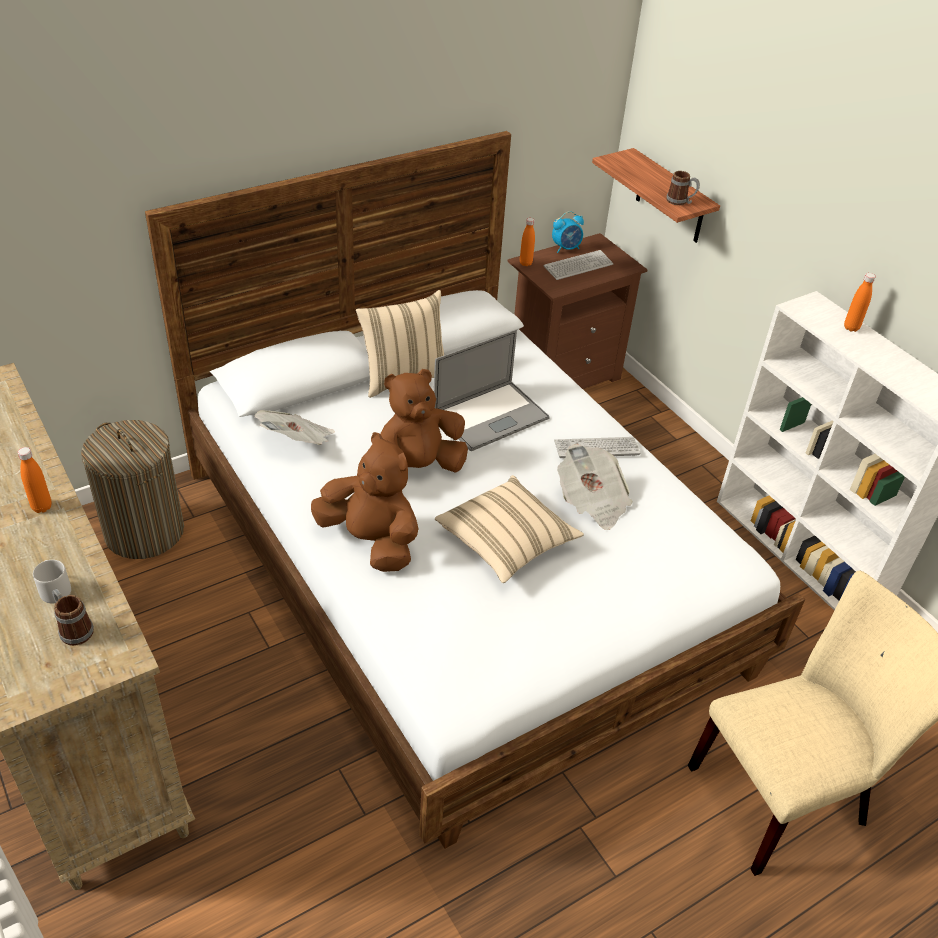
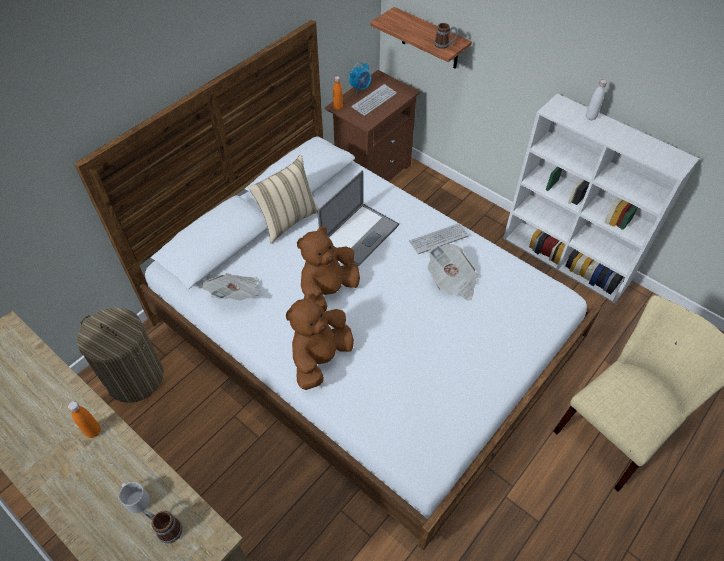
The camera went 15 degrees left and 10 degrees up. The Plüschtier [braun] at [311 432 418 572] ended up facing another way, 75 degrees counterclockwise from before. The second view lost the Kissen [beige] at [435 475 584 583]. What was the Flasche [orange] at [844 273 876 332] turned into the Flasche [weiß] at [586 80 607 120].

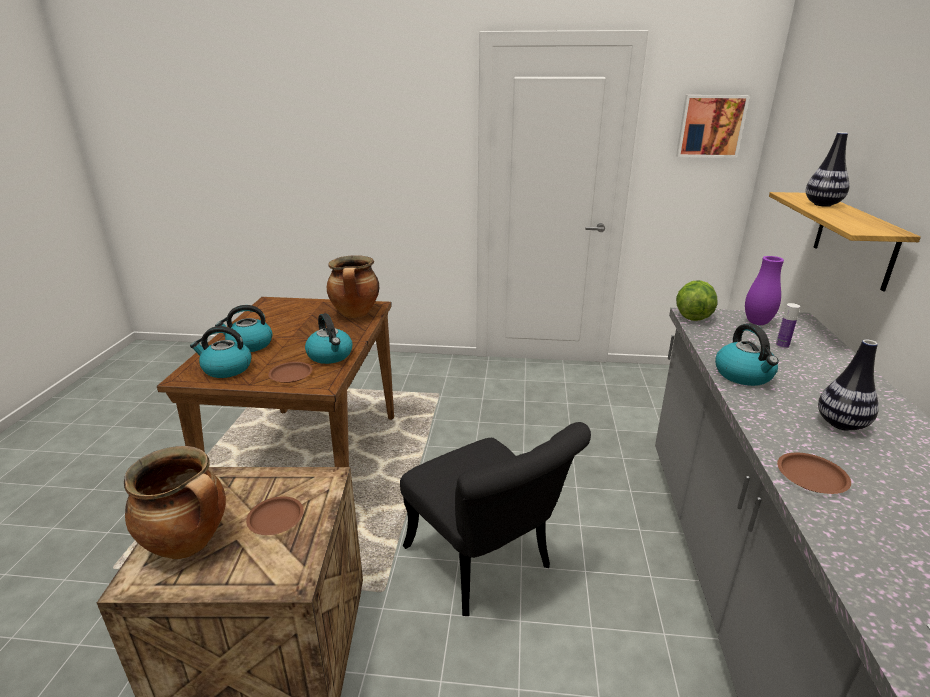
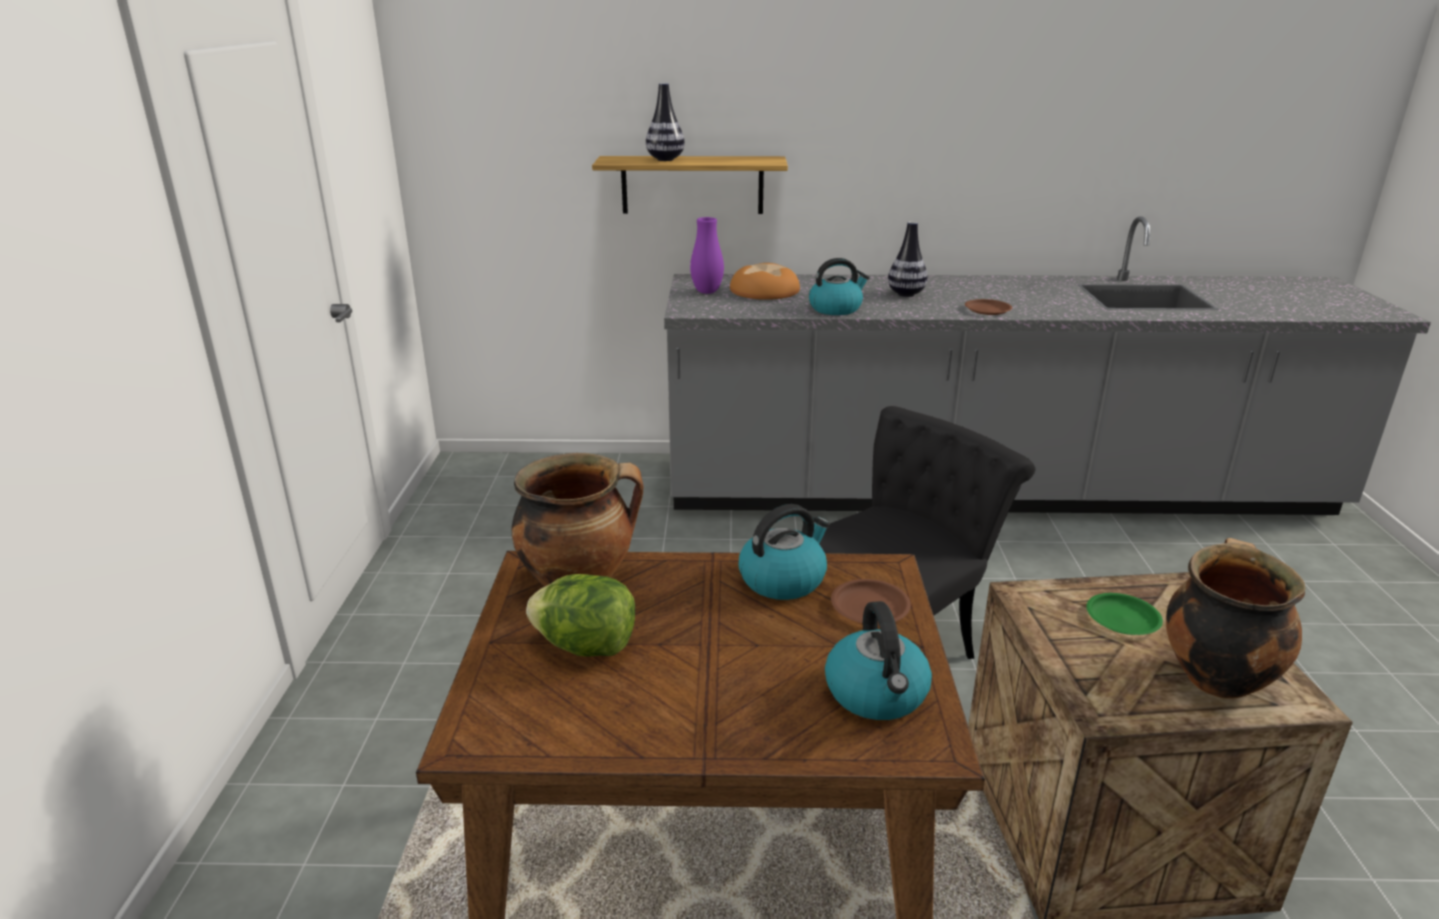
The camera went 95 degrees left and 0 degrees up. The second view lost the Wasserkessel at [215 305 272 352]. What was the Teller [braun] at [246 496 304 535] turned into the Teller [grün] at [1086 593 1163 635]. The second view lost the Bild at [676 95 750 158]. The Salatkopf ended up elsewhere, having gone from [676 280 717 321] to [526 574 635 657]. Where the Flasche stood at [776 303 800 349], the Brot came to stand at [730 263 800 300].

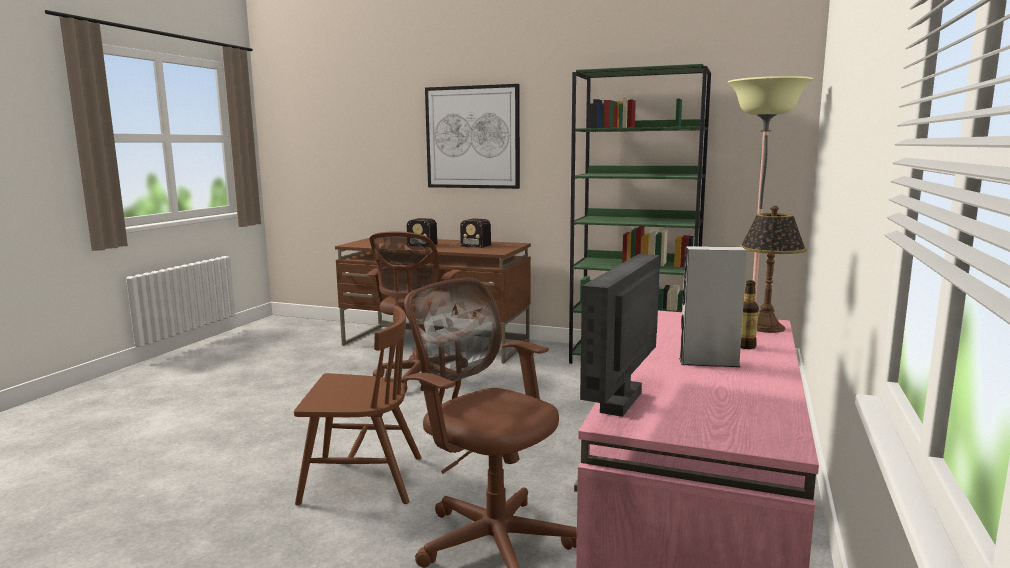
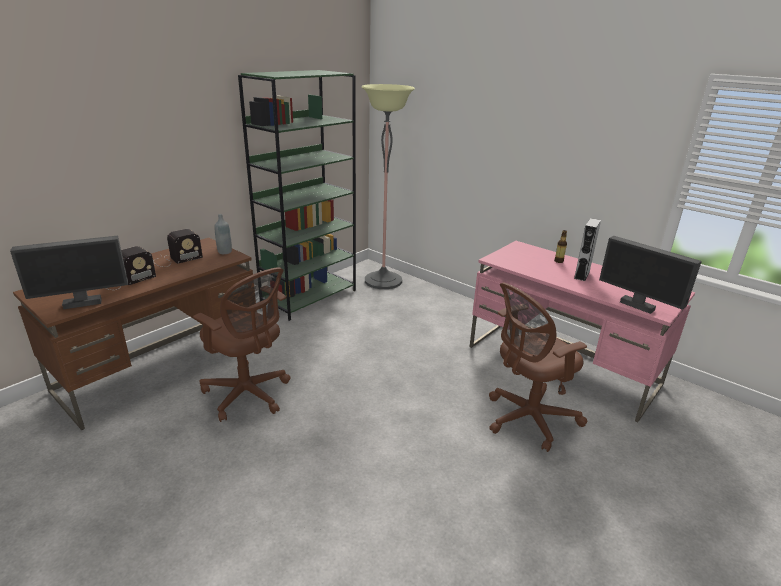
The camera went 70 degrees left and 15 degrees up. The second view lost the Stuhl [braun] at [294 306 421 506]. The second view lost the Bild at [425 84 520 189]. The second view lost the Tischlampe at [739 206 807 333]. The second view gained the Monitor at [10 236 128 309]. The second view gained the Flasche [grau] at [215 214 232 254].

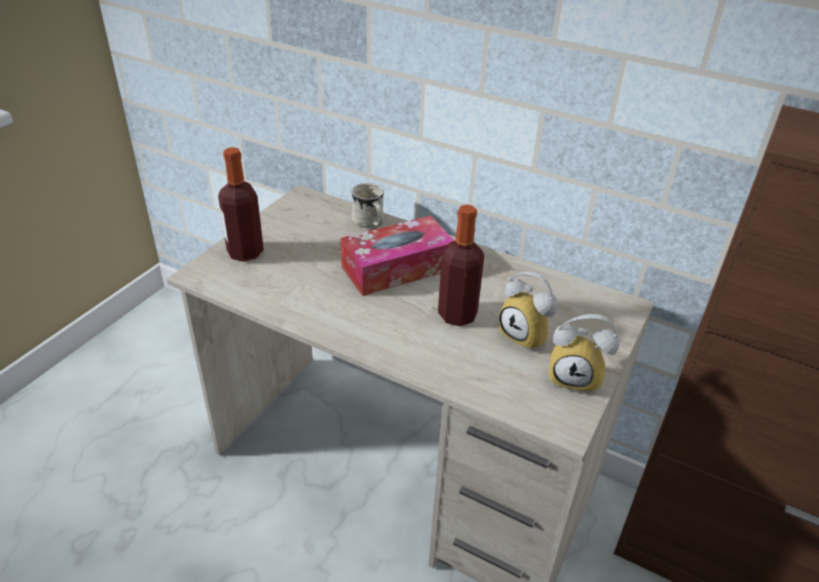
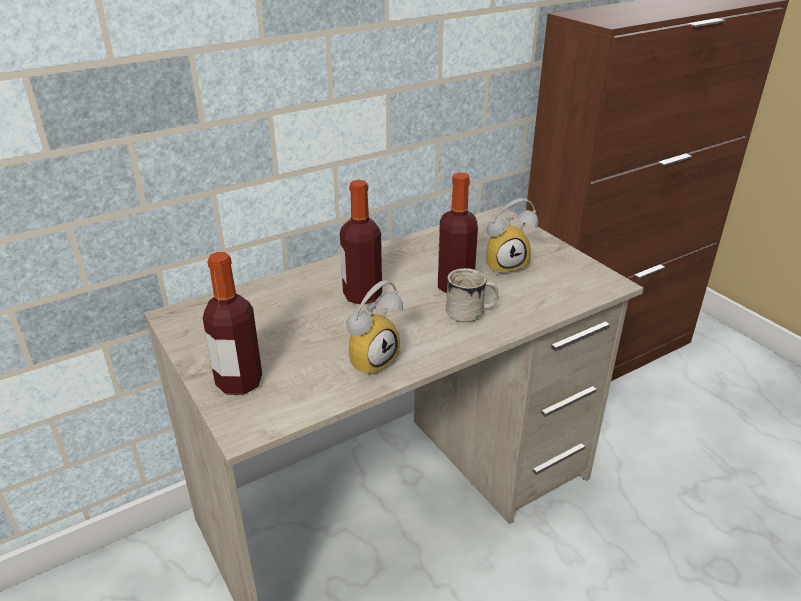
The camera went 60 degrees left and 5 degrees down. Where the Taschentuchbox stood at [340 216 455 296], the Flasche came to stand at [340 180 382 304]. The Henkelbecher [weiß] ended up elsewhere, having gone from [351 183 384 228] to [446 268 499 322]. The Wecker ended up elsewhere, having gone from [548 314 620 394] to [342 280 403 377].

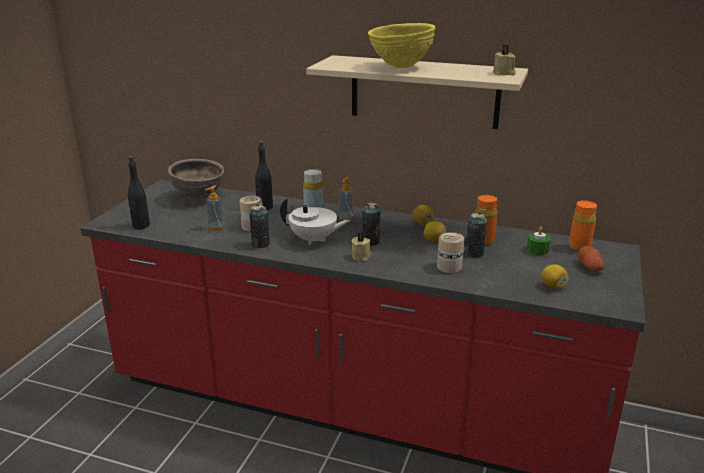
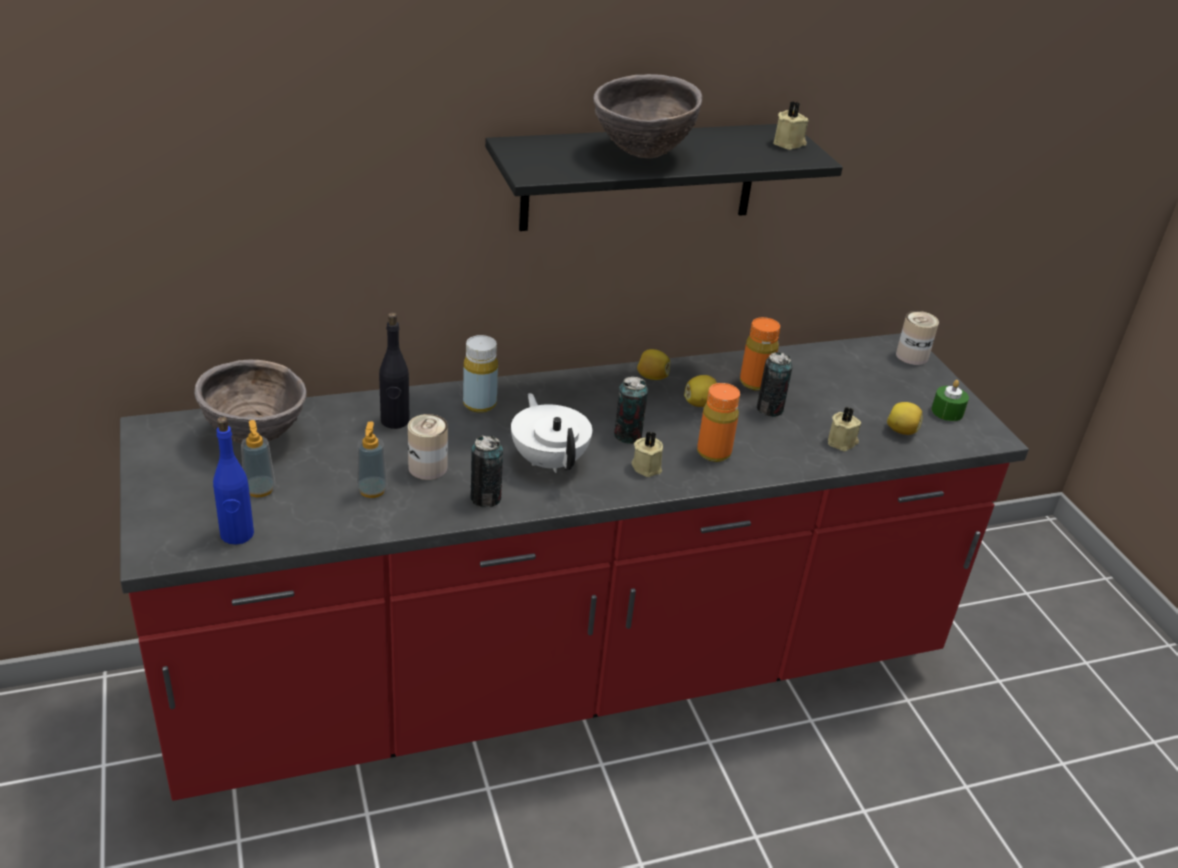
The camera went 40 degrees left and 10 degrees up. What was the Flasche [schwarz] at [128 156 150 229] turned into the Flasche [blau] at [213 416 254 544]. The Teekanne [weiß] at [280 198 350 246] ended up facing another way, 90 degrees counterclockwise from before. What was the Wandregal [beige] at [306 55 528 129] turned into the Wandregal [schwarz] at [485 124 843 231]. The Seifenspender ended up elsewhere, having gone from [338 177 354 220] to [241 420 275 497]. What was the Schüssel [gelb] at [368 23 435 68] turned into the Schüssel [braun] at [593 74 703 159]. The Dose ended up elsewhere, having gone from [437 232 464 273] to [896 311 939 365]. The Kerze [grün] ended up elsewhere, having gone from [527 227 551 255] to [931 380 969 421]. The Flasche [orange] ended up elsewhere, having gone from [569 201 597 251] to [697 383 740 462]. The second view lost the Kartoffel at [578 246 605 271]. The second view gained the Kerze [beige] at [828 407 861 451].

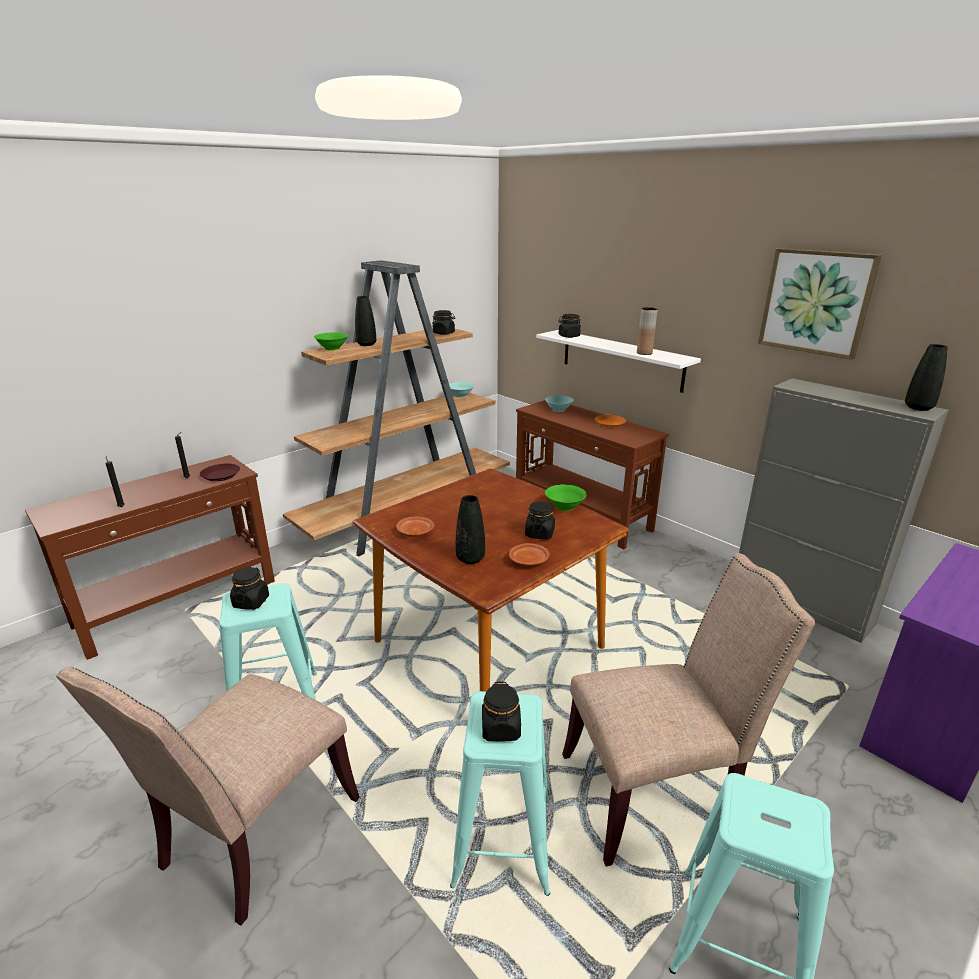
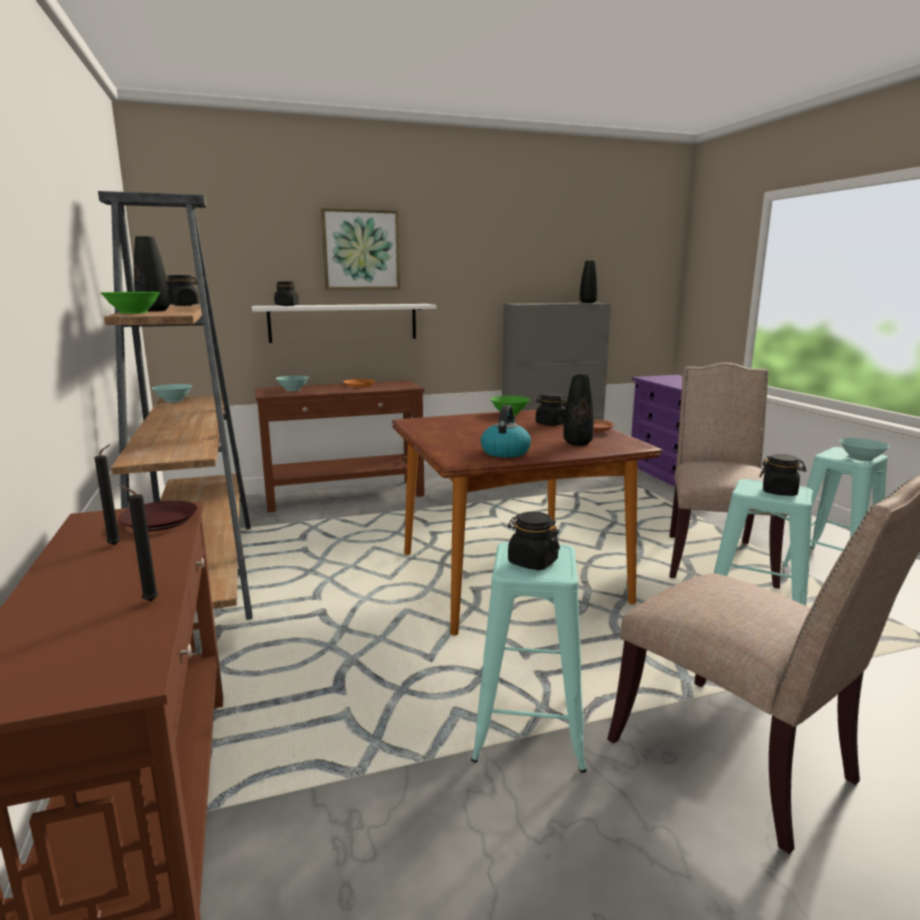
The camera went 65 degrees left and 10 degrees down. Where the Teller [braun] stood at [396 516 434 537], the Wasserkessel came to stand at [481 405 531 457]. The second view lost the Vase [braun] at [637 307 658 355]. The Bild ended up elsewhere, having gone from [758 248 882 360] to [321 208 400 290]. The second view gained the Schüssel [türkis] at [839 438 890 461].

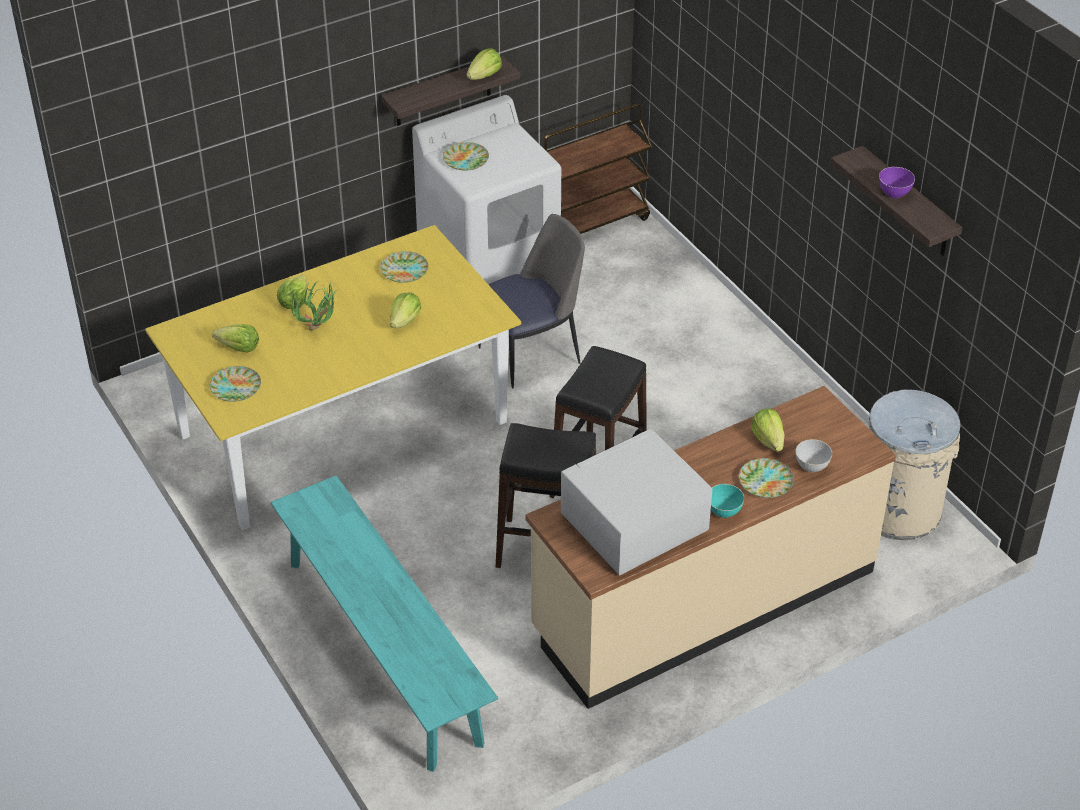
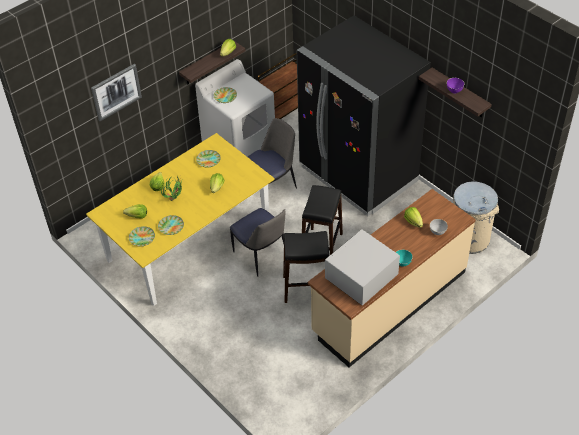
The camera went 10 degrees left and 5 degrees up. The second view lost the Bank [türkis] at [271 476 498 772]. The Teller ended up elsewhere, having gone from [739 458 794 498] to [158 215 184 235]. The second view gained the Bild at [91 64 142 121]. The second view gained the Stuhl at [230 208 286 277]. The second view gained the Kühlschrank [schwarz] at [297 15 431 216].

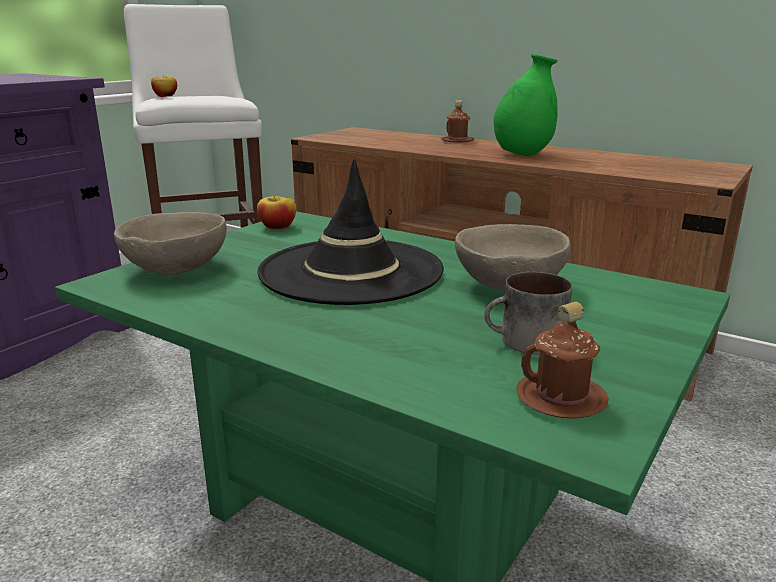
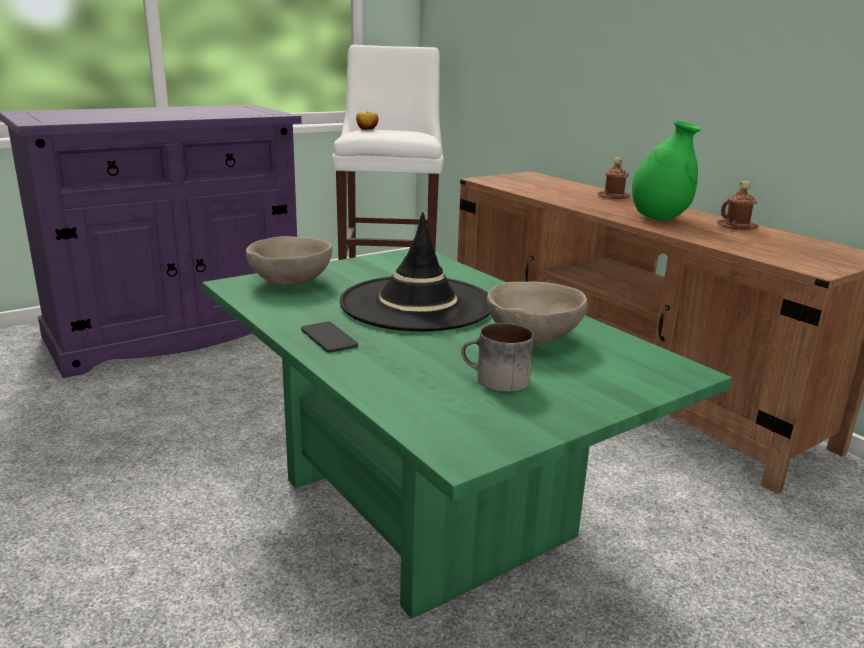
The camera went 20 degrees right and 0 degrees up. The second view lost the Apfel at [257 196 296 230]. The Henkelbecher [braun] ended up elsewhere, having gone from [516 302 609 419] to [717 181 759 230]. The second view gained the Handy at [301 322 358 353].

